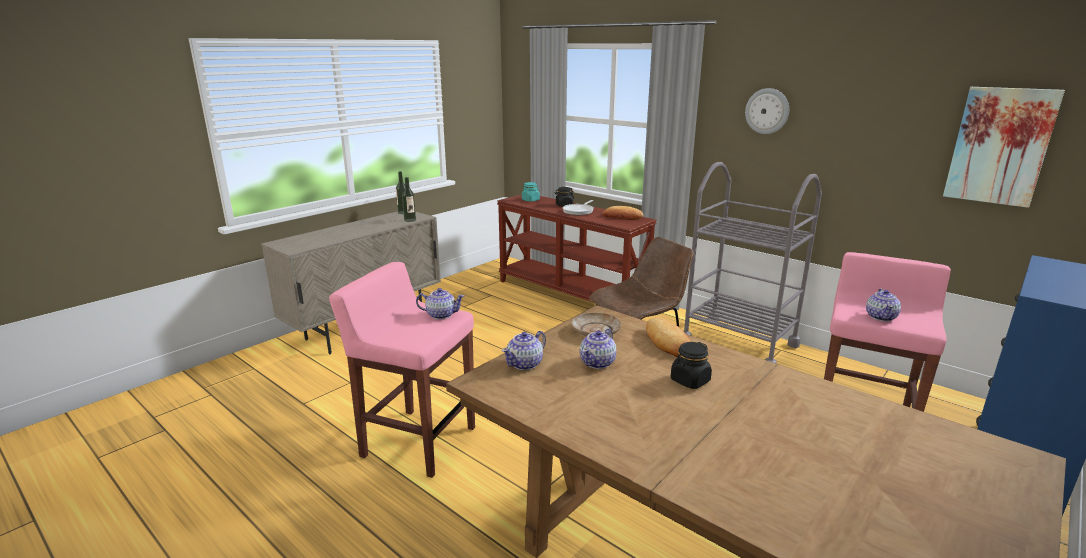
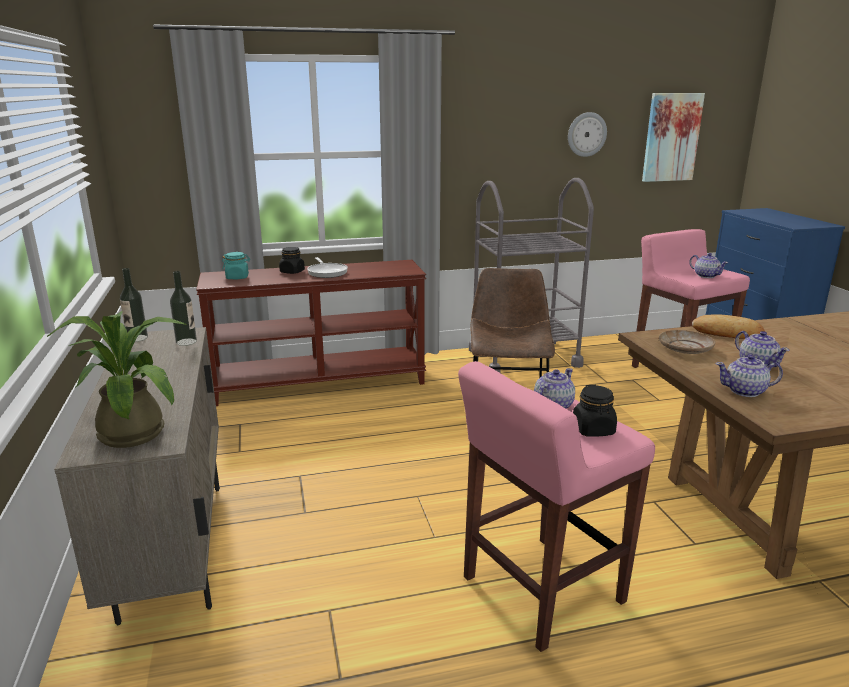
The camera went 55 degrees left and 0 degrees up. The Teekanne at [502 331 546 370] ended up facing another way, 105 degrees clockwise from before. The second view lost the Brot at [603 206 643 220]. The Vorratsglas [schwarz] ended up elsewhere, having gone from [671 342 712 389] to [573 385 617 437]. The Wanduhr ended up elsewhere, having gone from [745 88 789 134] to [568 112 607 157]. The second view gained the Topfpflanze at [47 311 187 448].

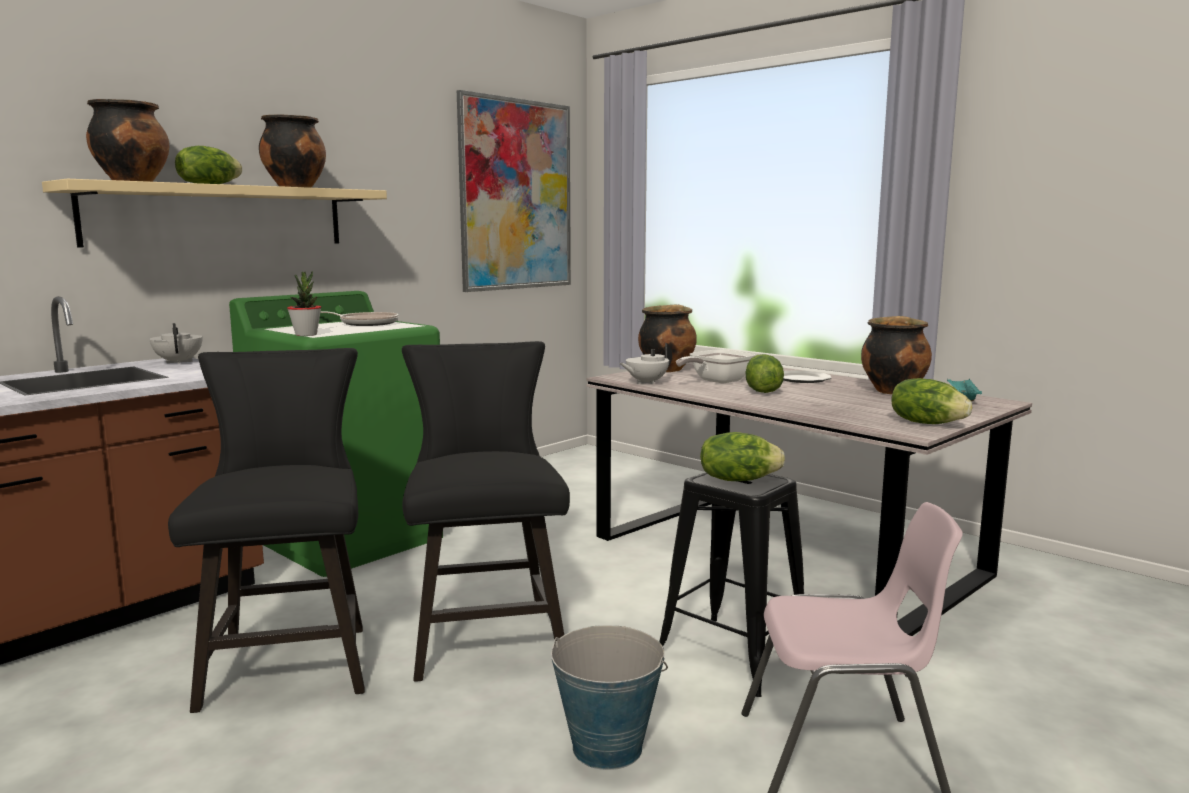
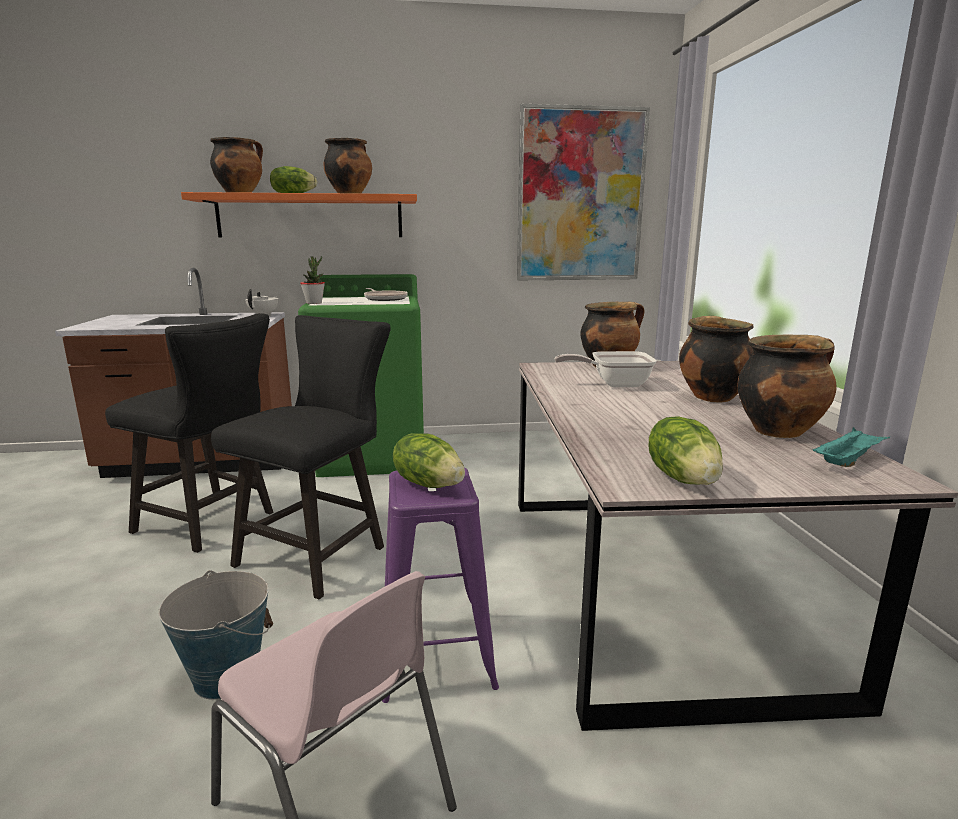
The camera went 40 degrees right and 5 degrees up. What was the Wandregal [beige] at [42 179 387 248] turned into the Wandregal [orange] at [181 192 417 237]. The Stuhl [schwarz] at [168 348 365 713] ended up facing another way, 90 degrees clockwise from before. The second view lost the Teekanne [weiß] at [620 343 672 384]. What was the Hocker [schwarz] at [659 472 804 697] turned into the Hocker [lila] at [382 468 499 703]. The second view lost the Salatkopf at [746 354 784 393]. Where the Teller stood at [783 370 831 383], the Kochtopf came to stand at [679 316 754 403].

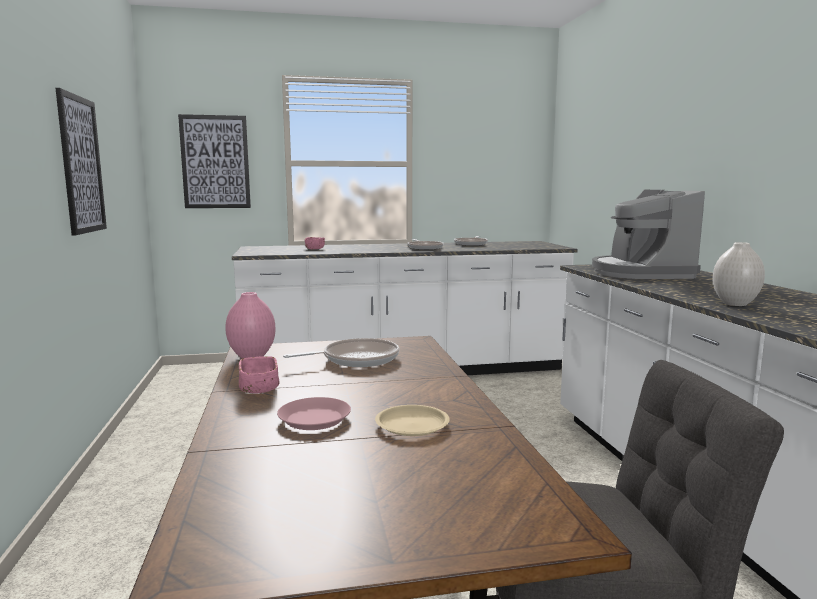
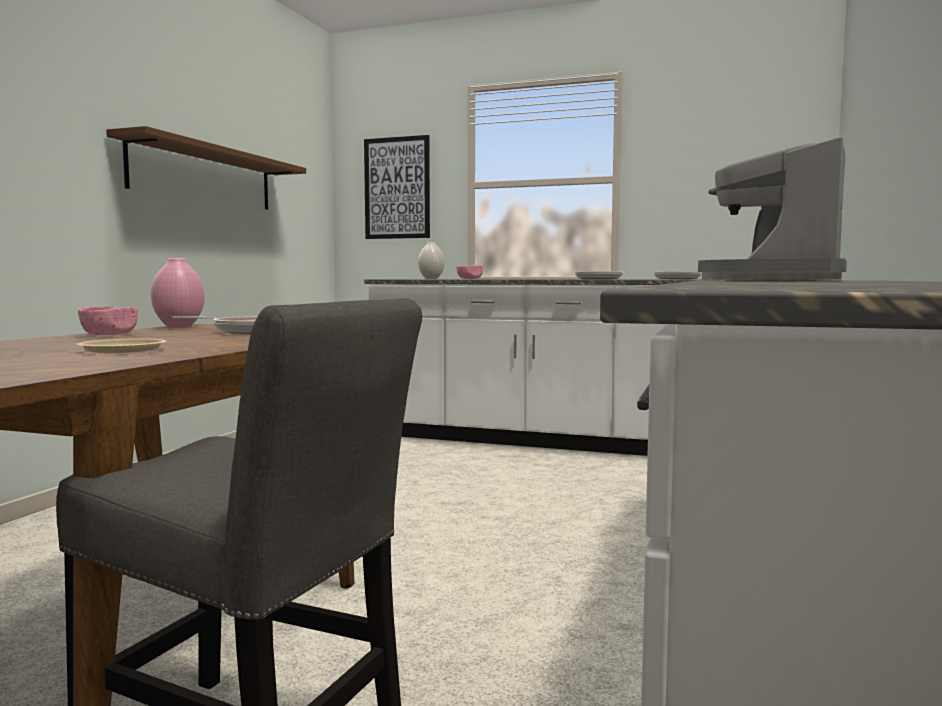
The camera went 30 degrees right and 5 degrees down. Where the Bild hung at [56 88 107 235], the Wandregal [braun] came to hang at [106 126 306 209]. The second view lost the Teller [rosa] at [277 397 351 430]. The Vase [weiß] ended up elsewhere, having gone from [713 242 765 306] to [418 242 445 279].

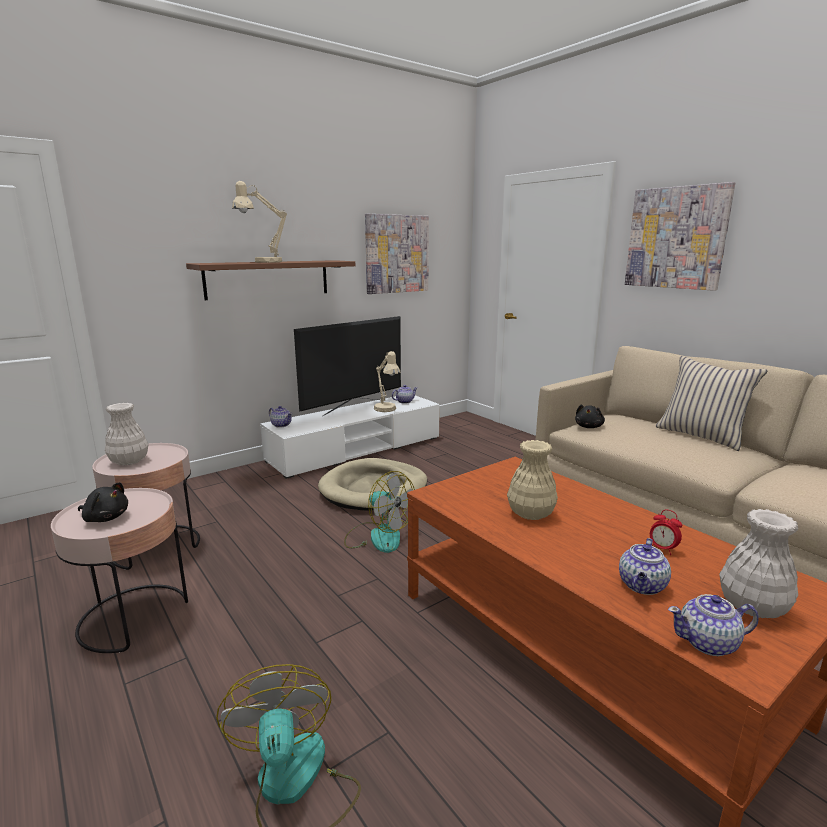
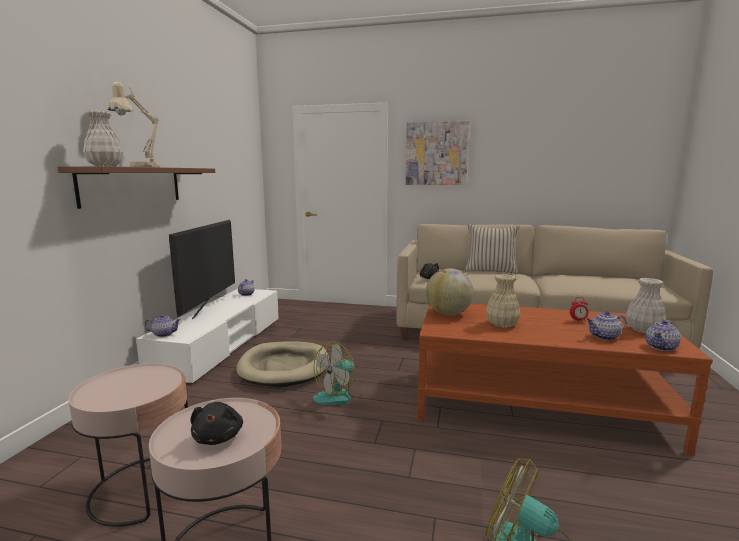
The camera went 40 degrees left and 5 degrees down. The Plüschtier [schwarz] at [78 482 128 522] ended up facing another way, 105 degrees clockwise from before. The Vase [weiß] ended up elsewhere, having gone from [105 403 149 466] to [83 110 123 167]. The Ventilator at [344 471 415 553] ended up facing another way, 135 degrees clockwise from before. The second view lost the Bild at [365 214 429 294]. The second view lost the Tischlampe [beige] at [374 351 400 412]. The Teekanne at [619 538 671 595] ended up facing another way, 90 degrees clockwise from before. The second view gained the Globus at [426 268 473 315].

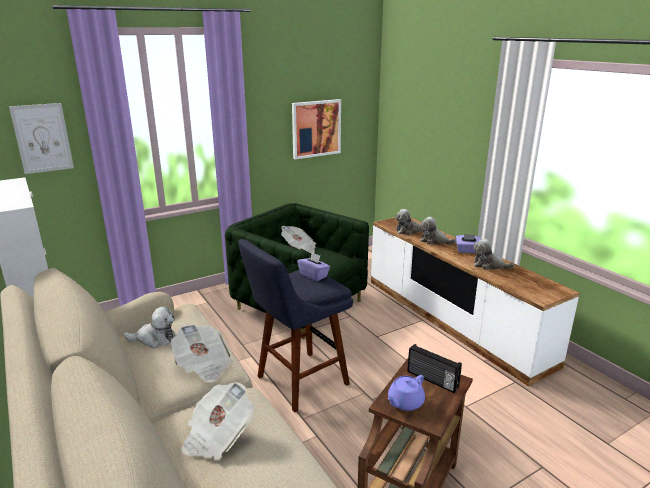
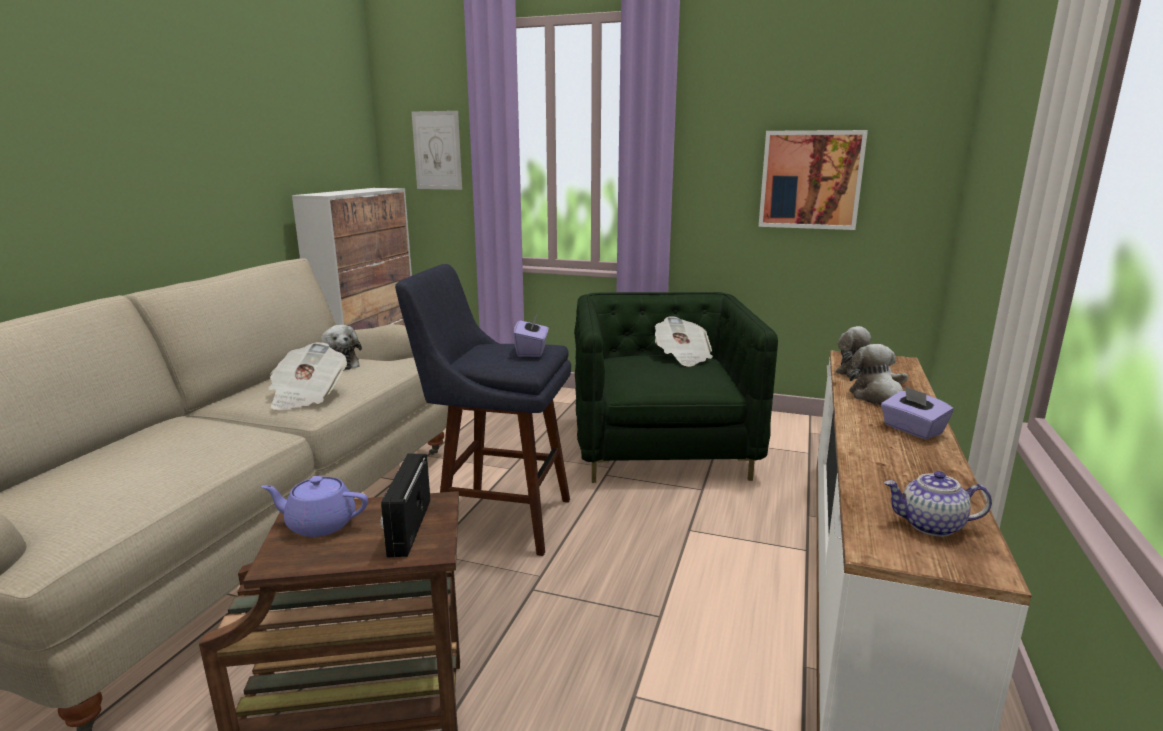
The camera went 50 degrees right and 5 degrees down. The second view lost the Zeitung at [181 382 254 460]. The second view lost the Plüschtier at [473 239 515 270]. The second view gained the Teekanne at [884 471 992 537].

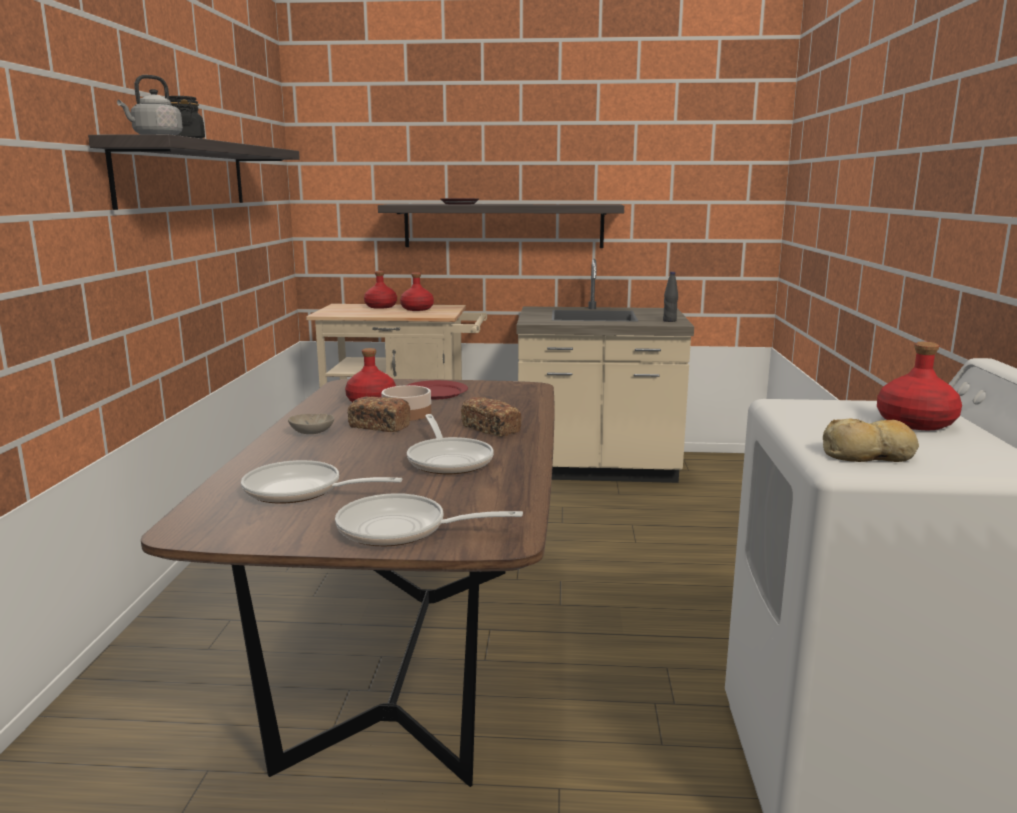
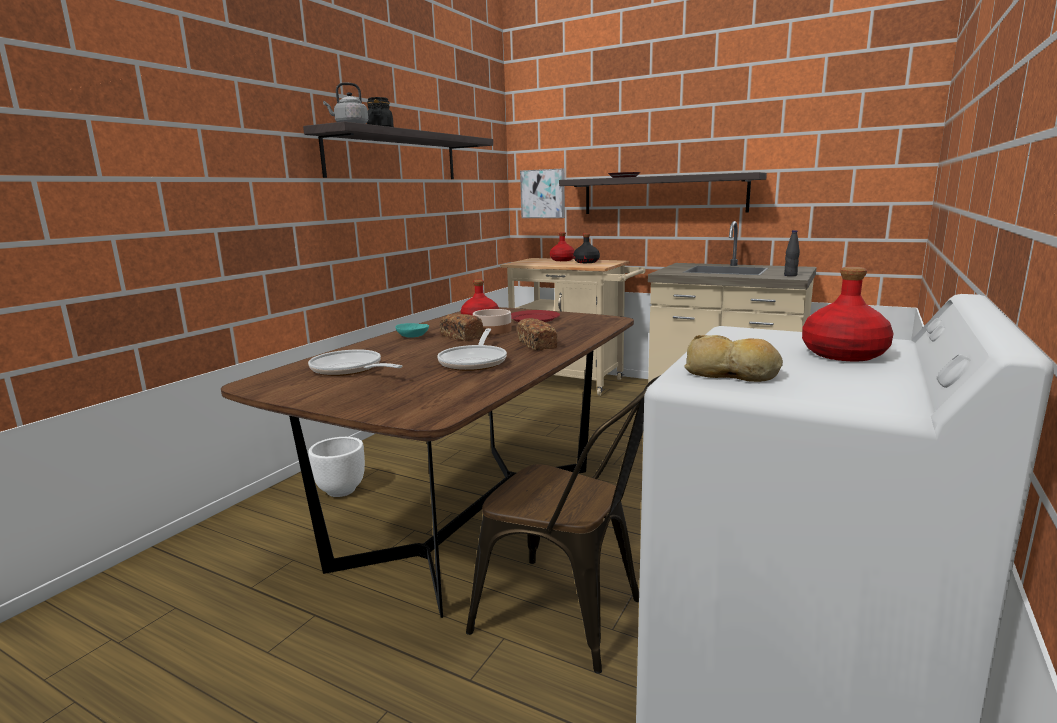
The camera went 25 degrees right and 0 degrees up. What was the Schüssel [beige] at [288 414 334 434] turned into the Schüssel [türkis] at [395 323 429 338]. The second view lost the Pfanne at [335 493 523 546]. What was the Flasche [rot] at [400 273 434 311] turned into the Flasche [schwarz] at [573 233 600 263]. The second view gained the Pflanzkübel [weiß] at [308 437 365 497]. The second view gained the Stuhl [braun] at [466 375 661 674]. The second view gained the Bild at [520 168 565 218].

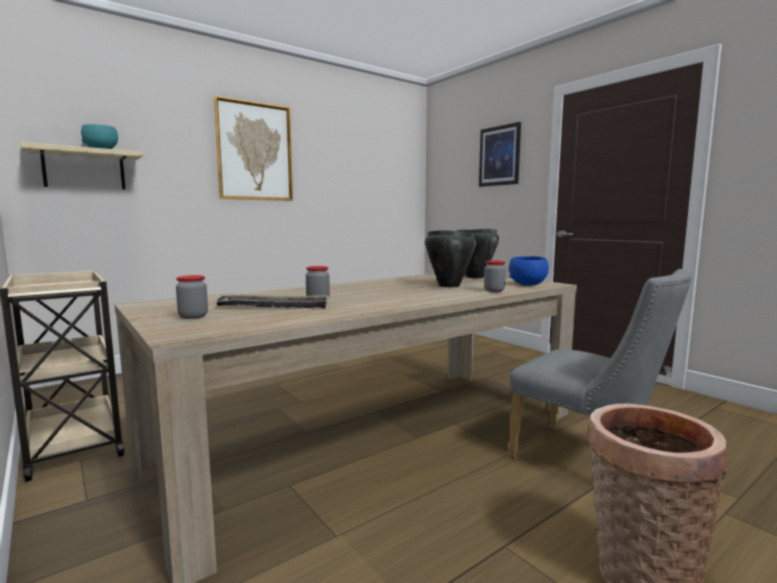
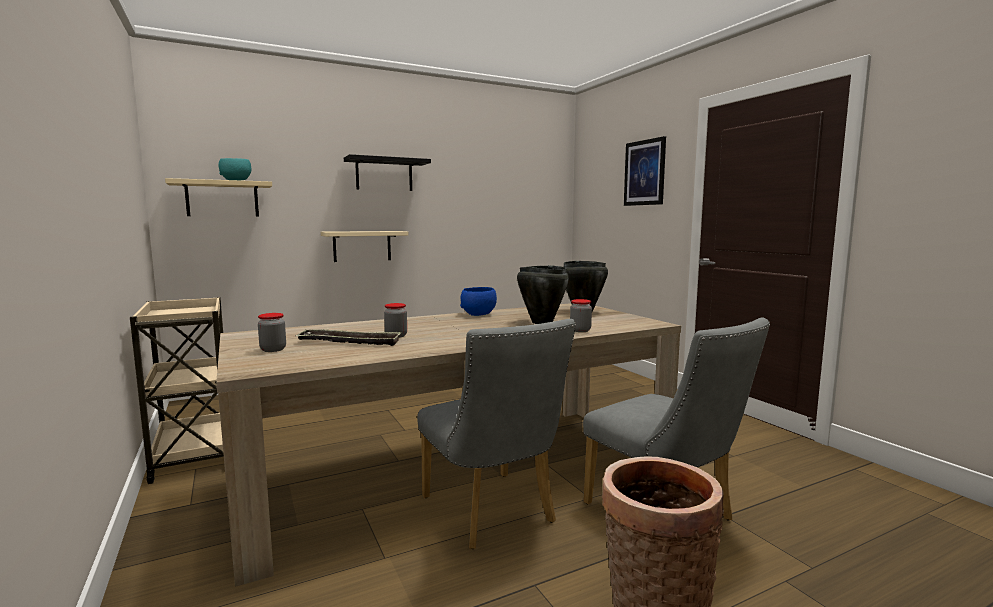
The camera went 10 degrees right and 0 degrees up. Where the Bild hung at [214 96 293 201], the Wandregal [schwarz] came to hang at [344 154 431 191]. The Schüssel [blau] ended up elsewhere, having gone from [509 256 549 286] to [460 287 497 316]. The second view gained the Wandregal [beige] at [321 231 409 262]. The second view gained the Stuhl [grau] at [417 319 576 549].

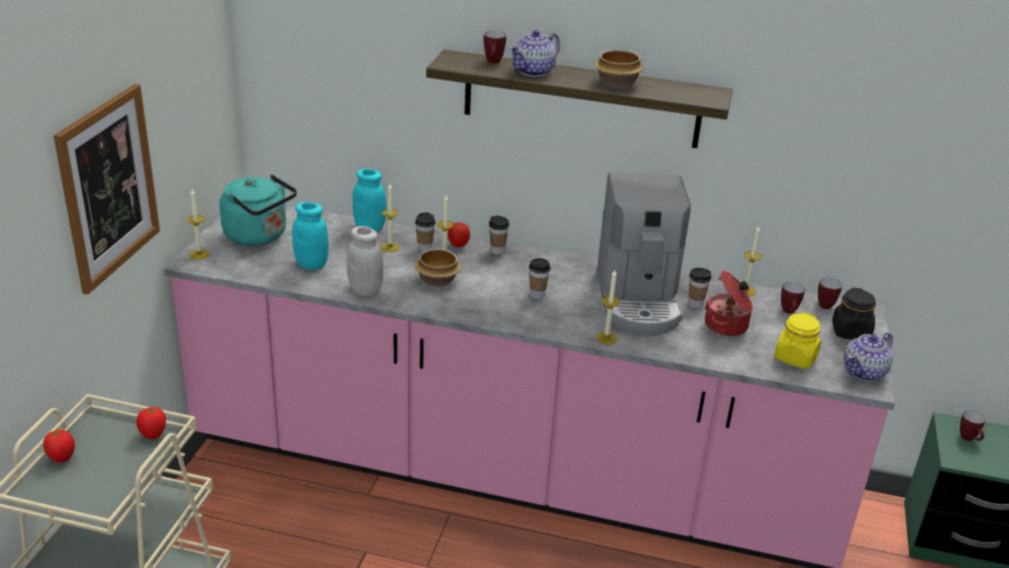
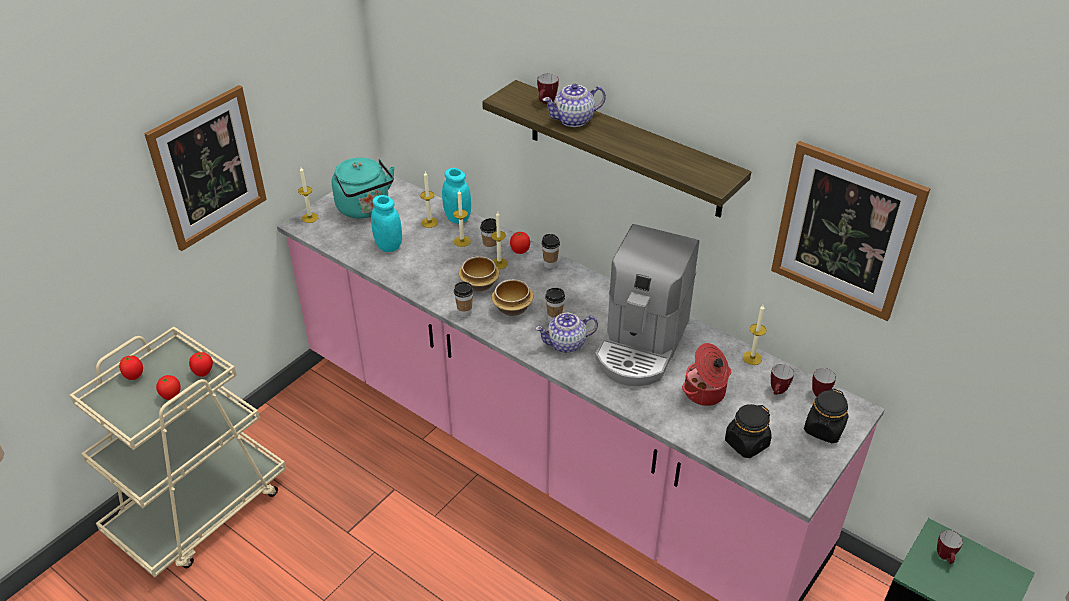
The camera went 25 degrees right and 10 degrees up. The second view lost the Vorratsglas [weiß] at [347 226 383 296]. The Schüssel ended up elsewhere, having gone from [595 50 644 88] to [492 279 533 316]. The Kerze ended up elsewhere, having gone from [596 270 620 345] to [420 172 438 228]. The Tasse ended up elsewhere, having gone from [688 268 711 308] to [454 282 473 317]. What was the Vorratsglas [gelb] at [774 312 821 369] turned into the Vorratsglas [schwarz] at [725 404 771 458]. The Teekanne ended up elsewhere, having gone from [844 333 893 381] to [535 313 598 353]. The second view gained the Tomate at [156 375 181 400]. The second view gained the Bild at [771 141 930 321].

